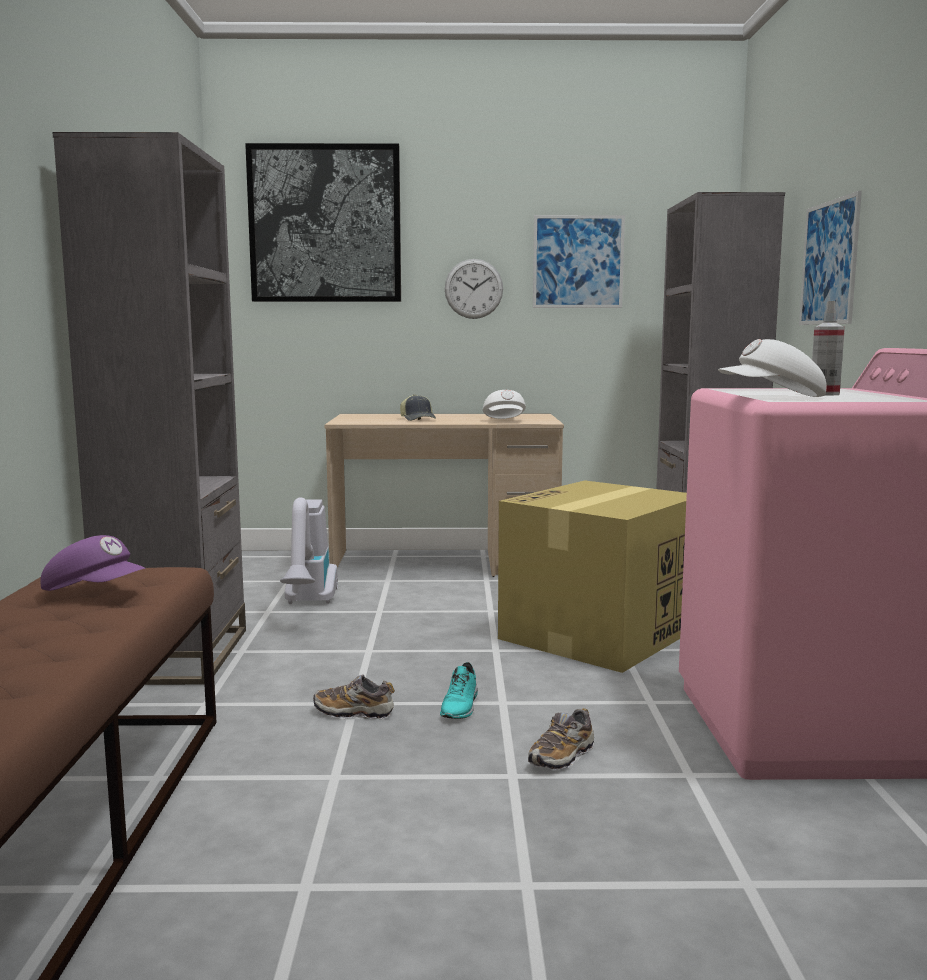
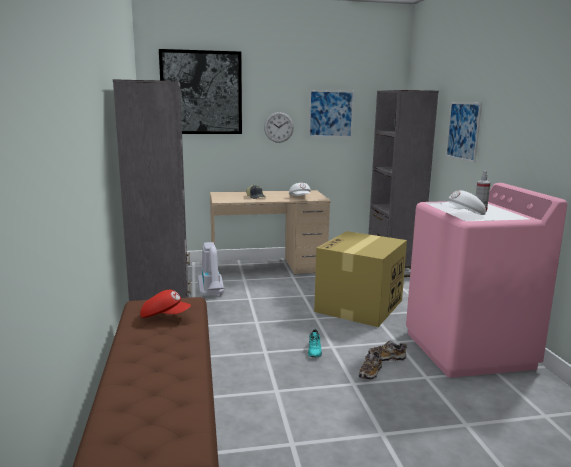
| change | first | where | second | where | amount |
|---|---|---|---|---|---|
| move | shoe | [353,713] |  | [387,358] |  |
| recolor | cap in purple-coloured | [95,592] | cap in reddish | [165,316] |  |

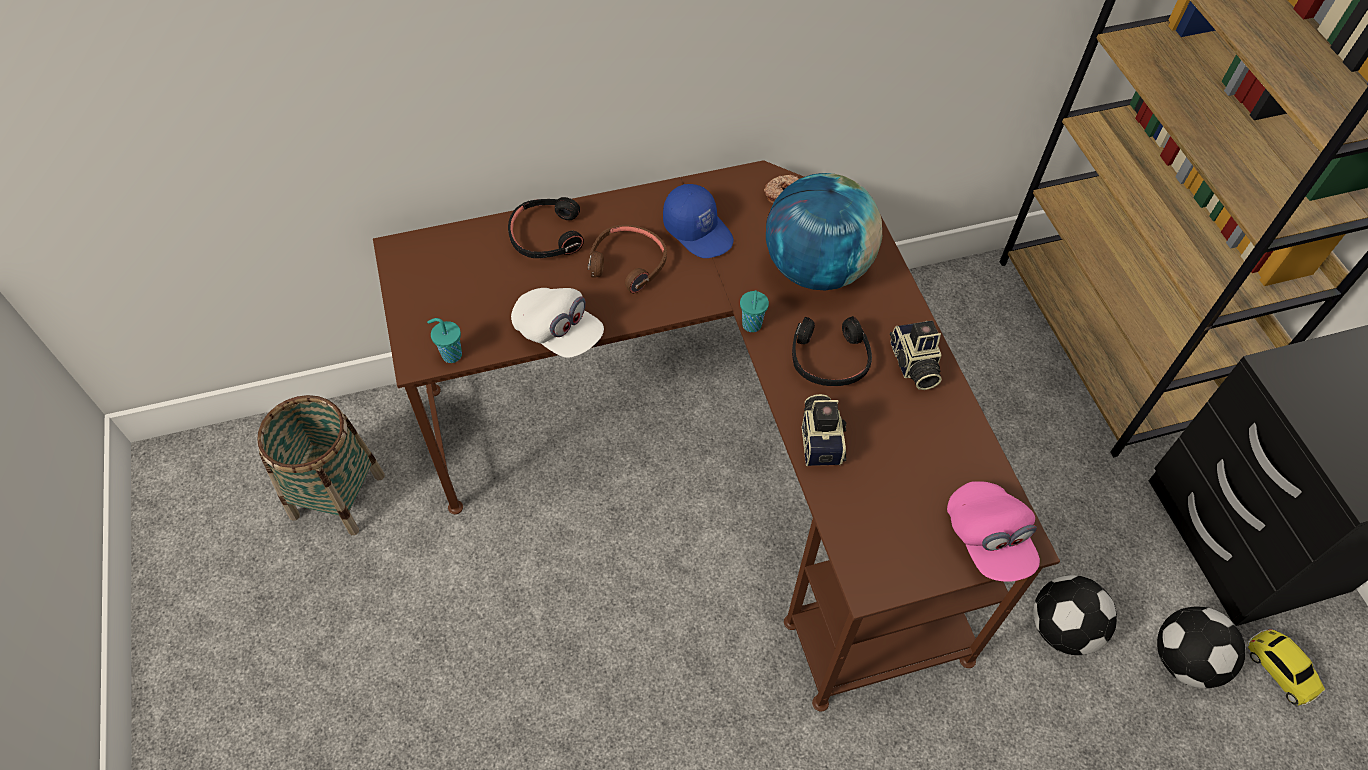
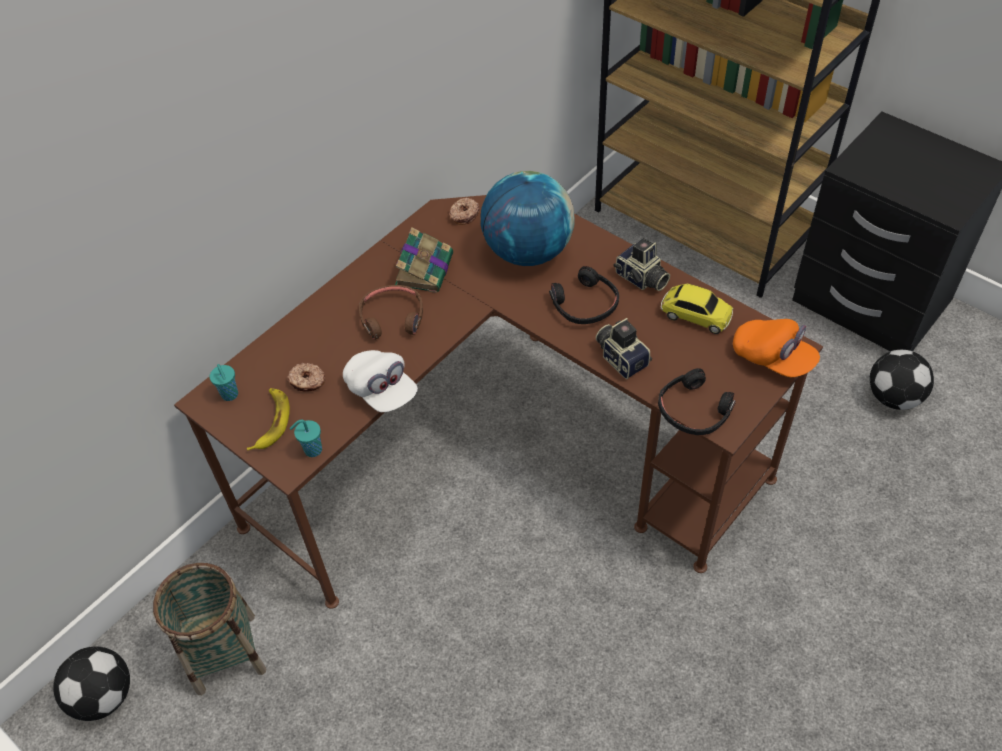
| change | first | where | second | where | amount |
|---|---|---|---|---|---|
| insert |  |  | banana fruit | [271,422] |  |
| insert |  |  | ring doughnut | [307,381] |  |
| move | headset in black-coloured | [546,236] |  | [694,410] |  |
| move | cup in blue-green | [751,326] |  | [230,395] |  |
| move | ball for football | [1061,628] |  | [103,697] |  |
| move | model car | [1279,670] |  | [695,315] |  |
| replace | cap in blue | [699,230] | volume | [425,269] |  |
| recolor | cap in pinkish | [988,540] | cap in orangey | [772,358] |  |
| rotate | cap in white | [558,333] |  | [382,391] | 45 degrees clockwise |

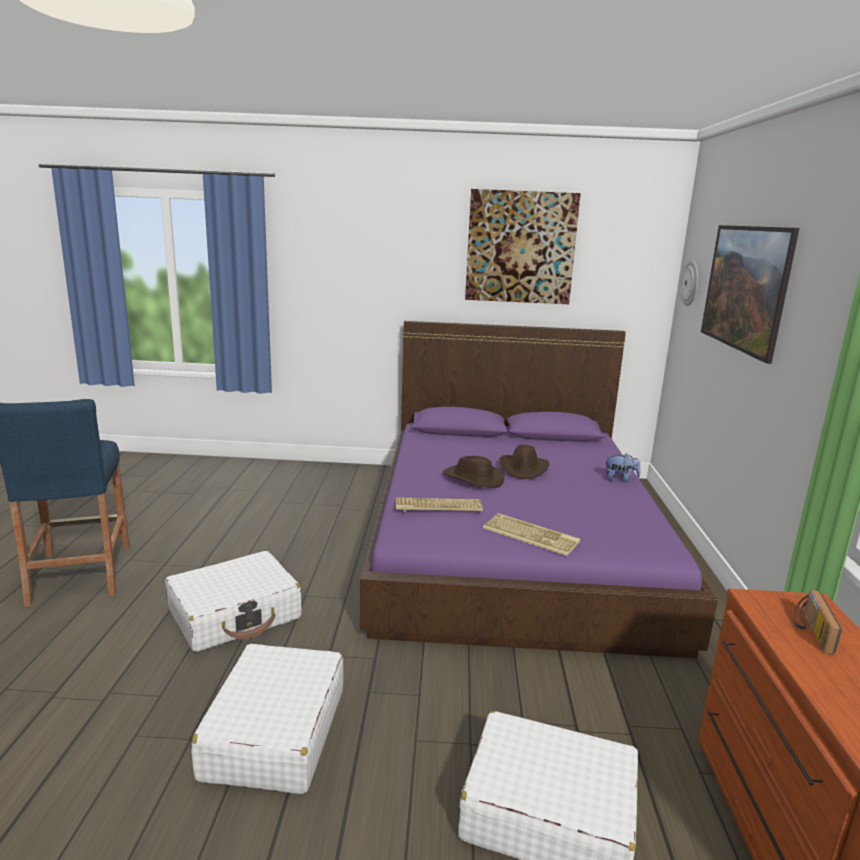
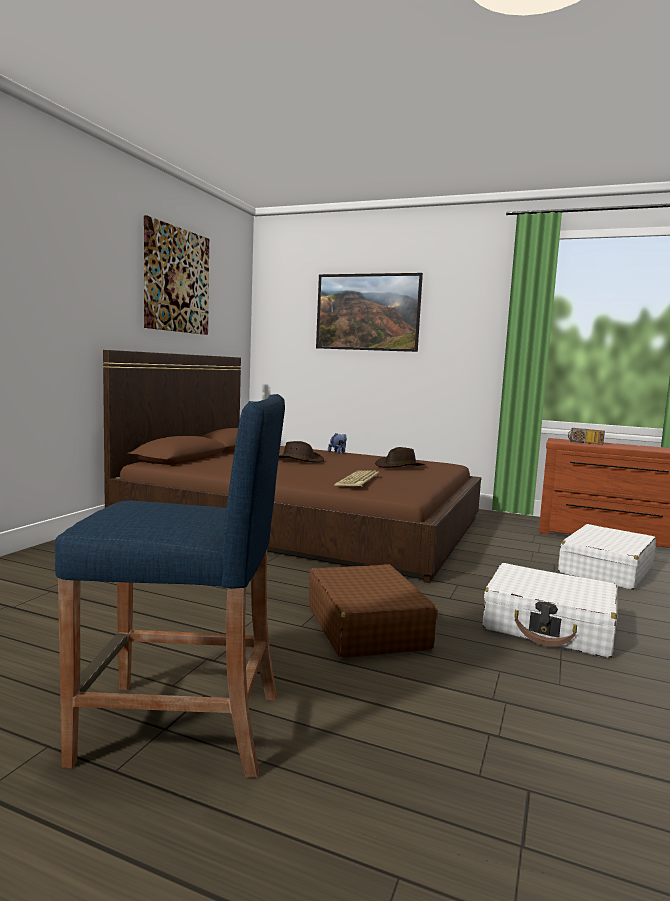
| change | first | where | second | where | amount |
|---|---|---|---|---|---|
| delete | computer keyboard | [532,535] |  |  |  |
| delete | clock on the wall | [691,283] |  |  |  |
| move | wearable hat in brownish | [473,479] |  | [399,466] |  |
| recolor | travel case in white | [235,615] | travel case in brownish | [367,627] |  |
| recolor | bed in purple-coloured | [513,538] | bed in brownish | [304,521] |  |

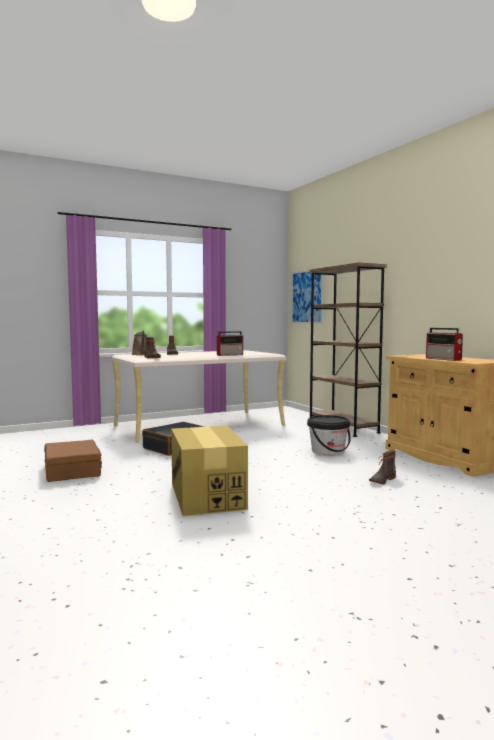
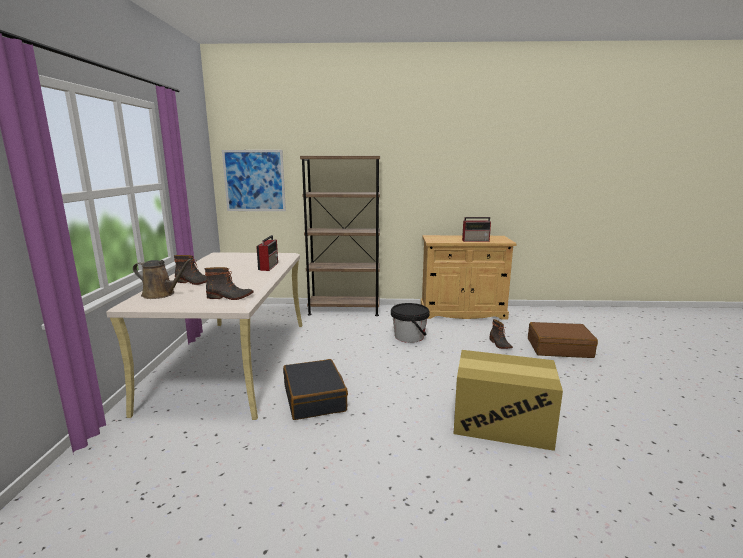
| change | first | where | second | where | amount |
|---|---|---|---|---|---|
| move | travel case in brownish | [73,470] |  | [559,348] |  |

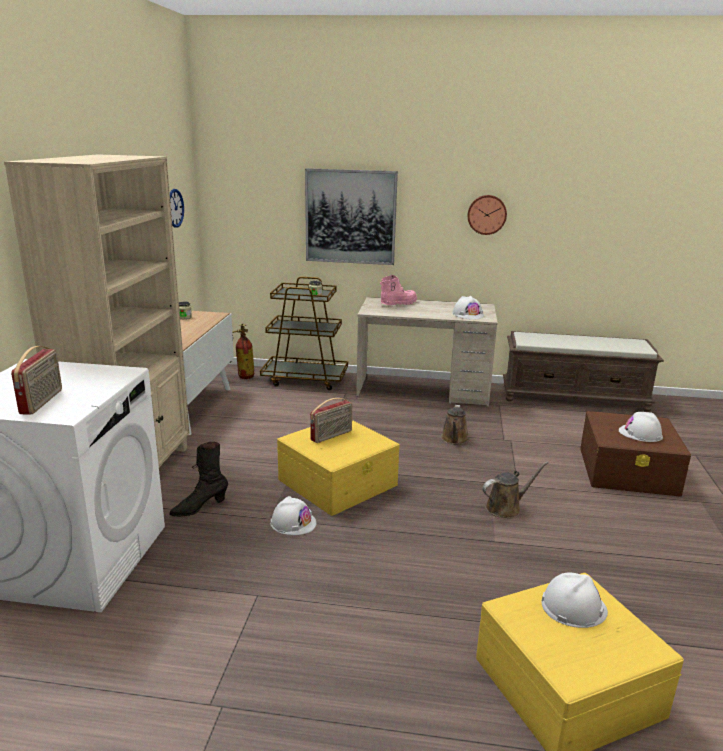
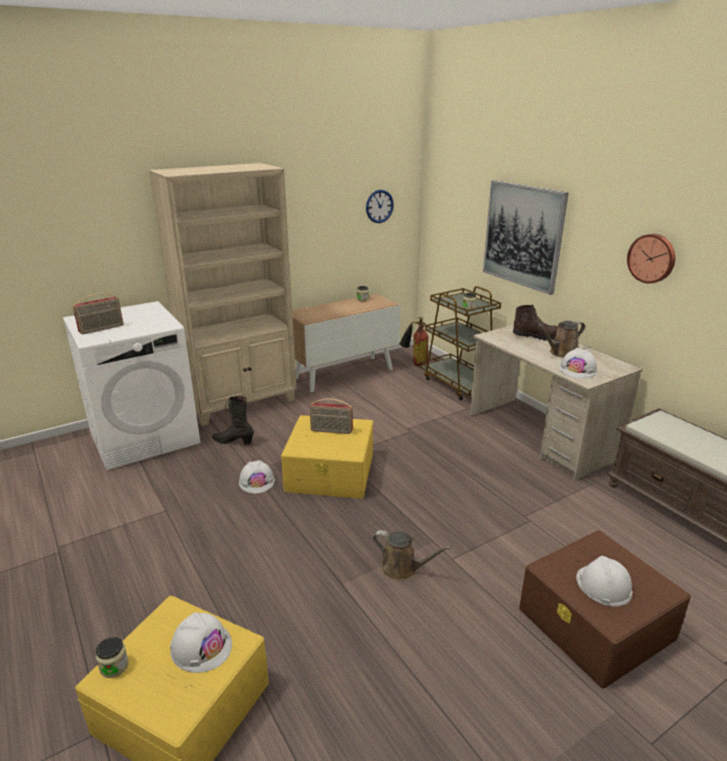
| change | first | where | second | where | amount |
|---|---|---|---|---|---|
| insert |  |  | storage jar | [114,666] |  |
| move | watering pot in brownish | [454,439] |  | [561,353] |  |
| recolor | tall boot in pinkish | [398,303] | tall boot in brownish | [536,336] |  |

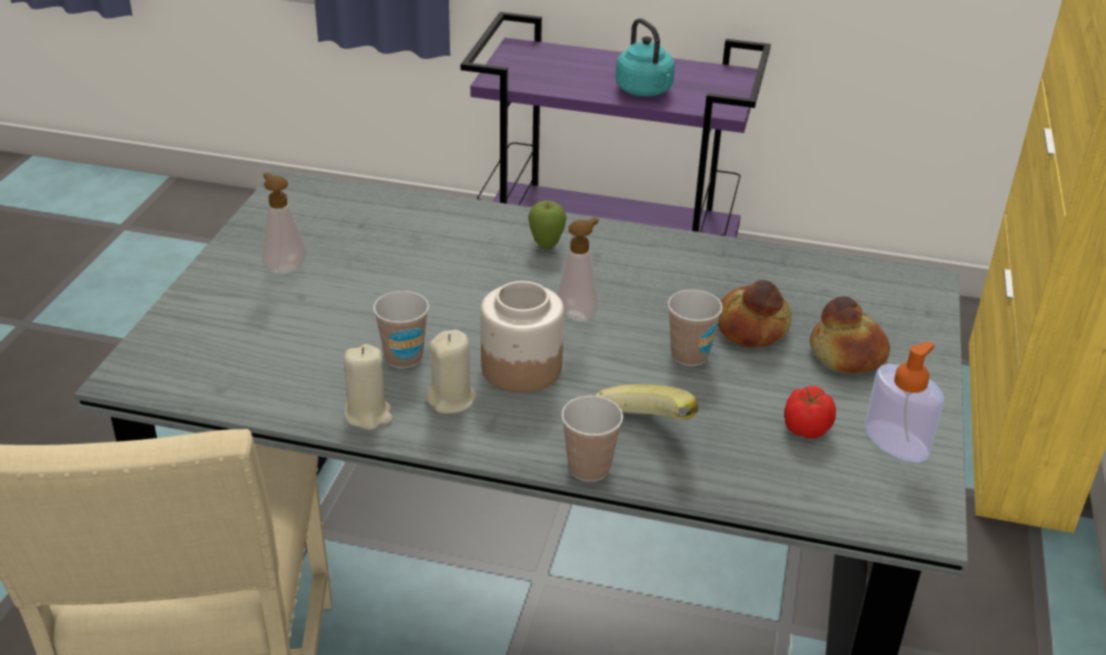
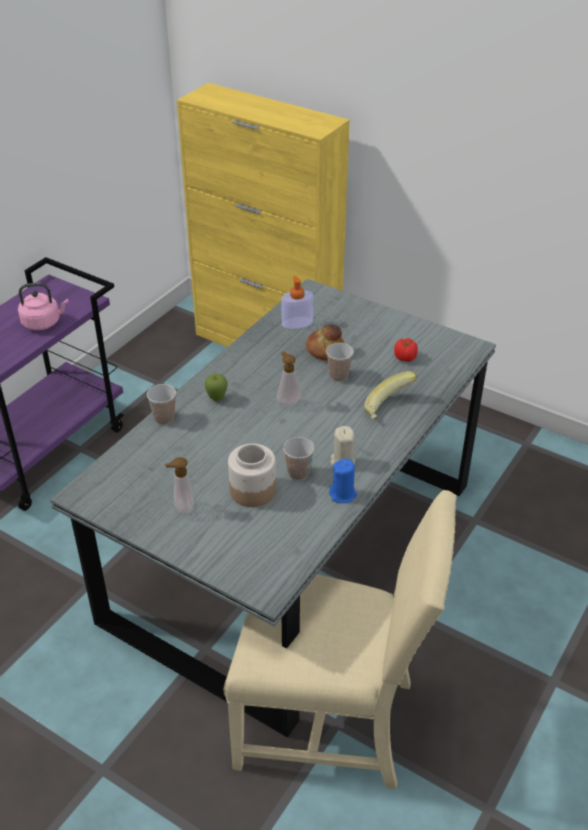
| change | first | where | second | where | amount |
|---|---|---|---|---|---|
| delete | baked bread | [846,355] |  |  |  |
| move | storage jar | [520,368] |  | [252,491] |  |
| move | cup | [589,468] |  | [164,418] |  |
| move | liquid soap bottle | [896,441] |  | [297,323] |  |
| recolor | candle in sand-coloured | [368,414] | candle in blue | [343,494] |  |
| recolor | water kettle in blue-green | [645,91] | water kettle in pinkish | [43,323] |  |

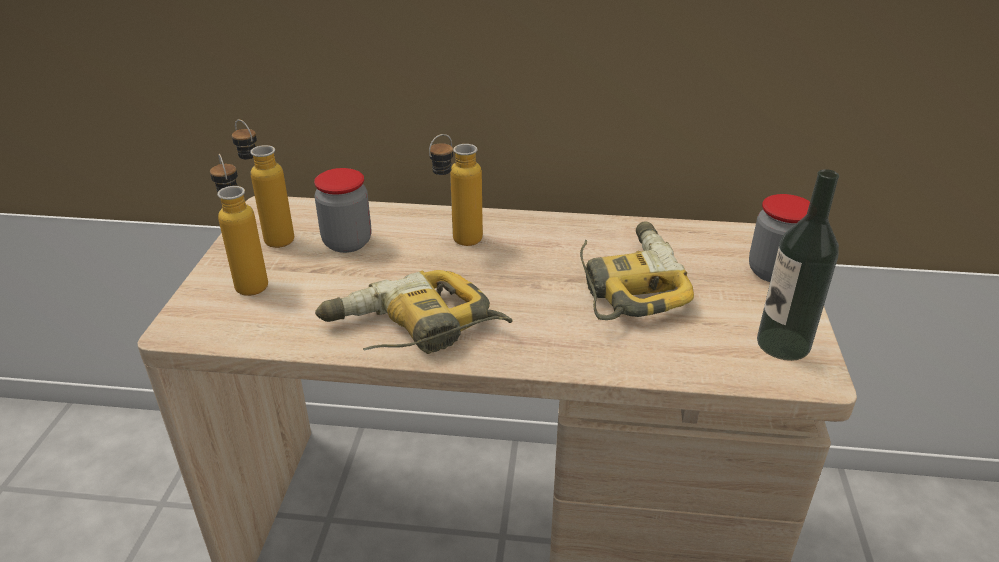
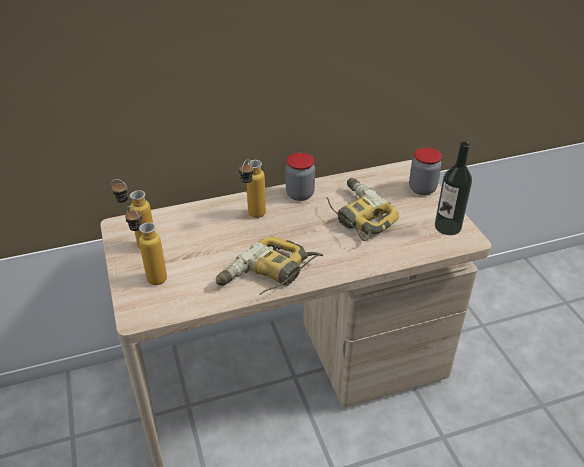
| change | first | where | second | where | amount |
|---|---|---|---|---|---|
| move | storage jar | [347,242] |  | [300,194] |  |

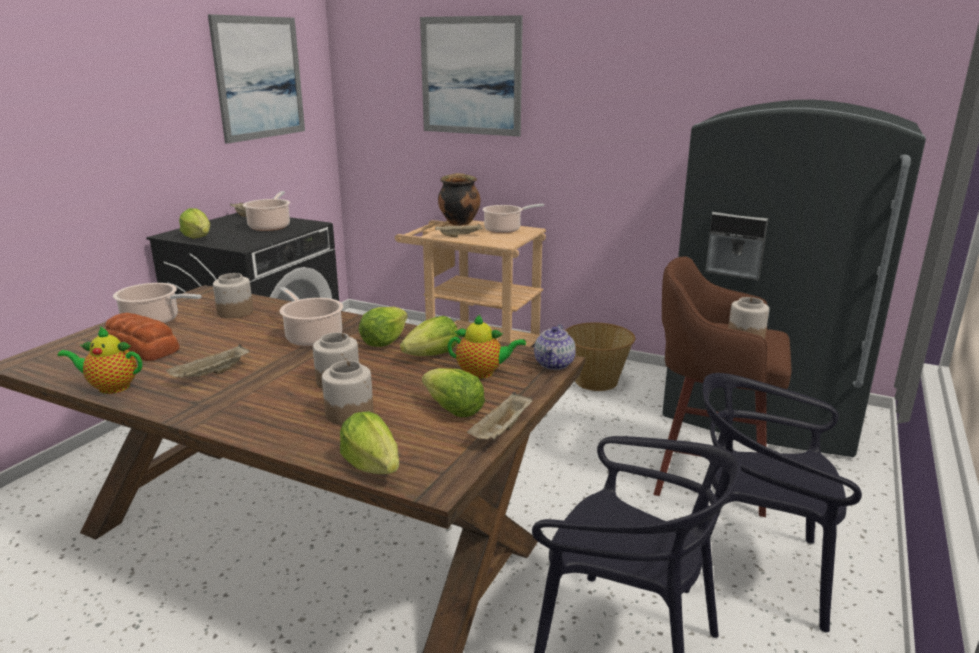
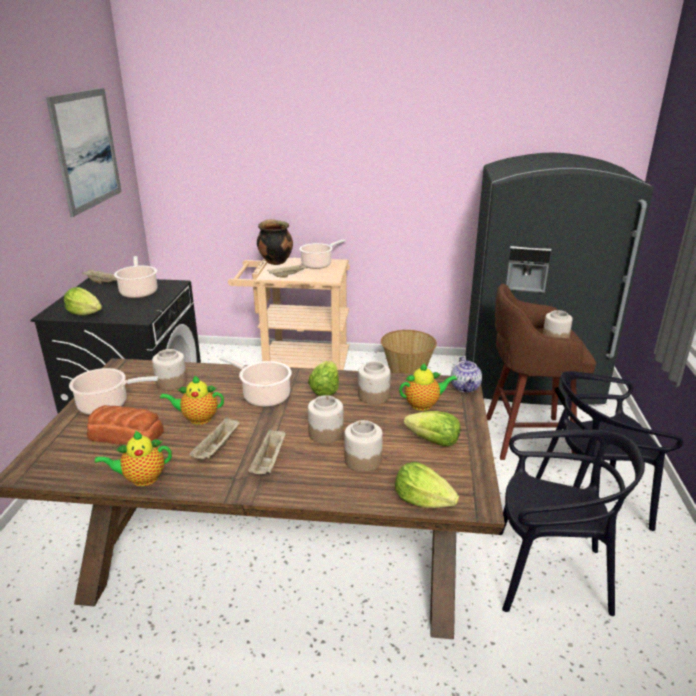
| change | first | where | second | where | amount |
|---|---|---|---|---|---|
| delete | wall picture | [471,76] |  |  |  |
| insert |  |  | pot for tea | [197,419] |  |
| move | tray in sand-coloured | [502,431] |  | [269,462] |  |
| replace | lettuce head | [433,355] | storage jar | [374,396] |  |

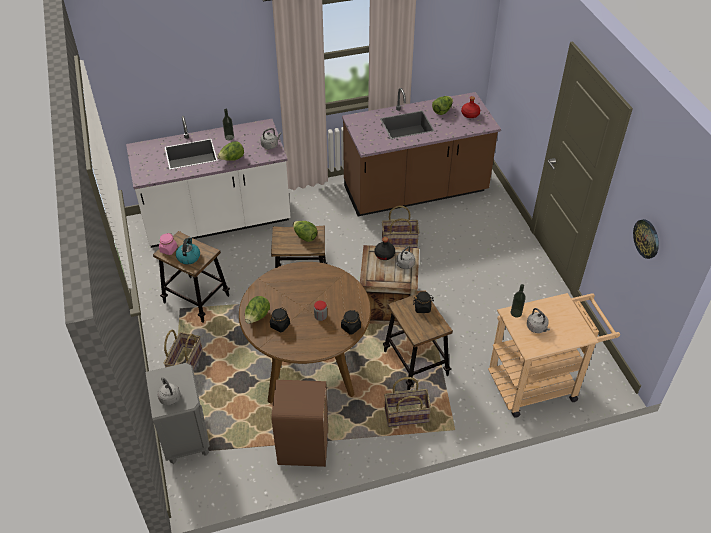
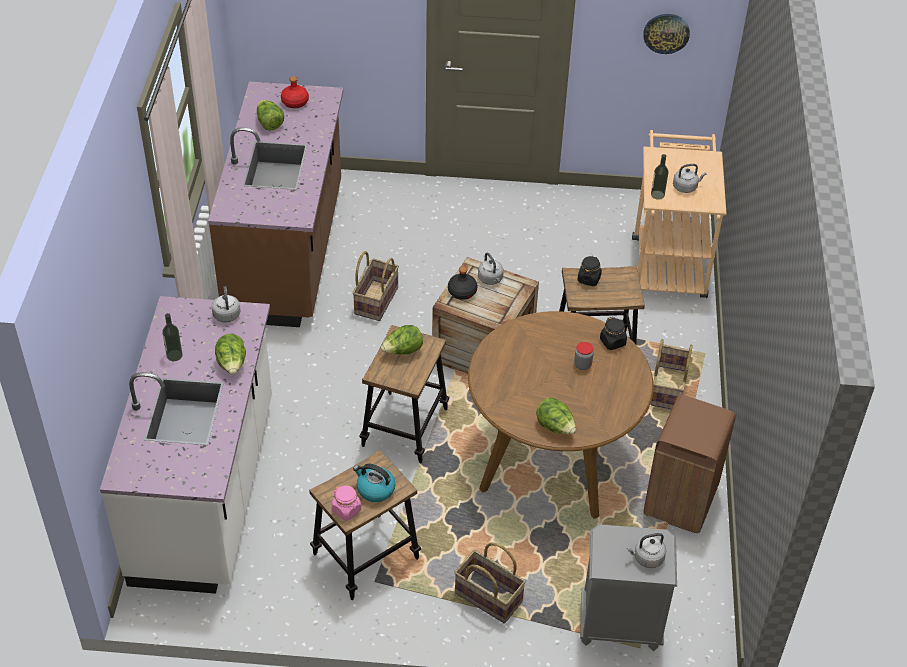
| change | first | where | second | where | amount |
|---|---|---|---|---|---|
| delete | storage jar in black-coloured | [280,325] |  |  |  |

